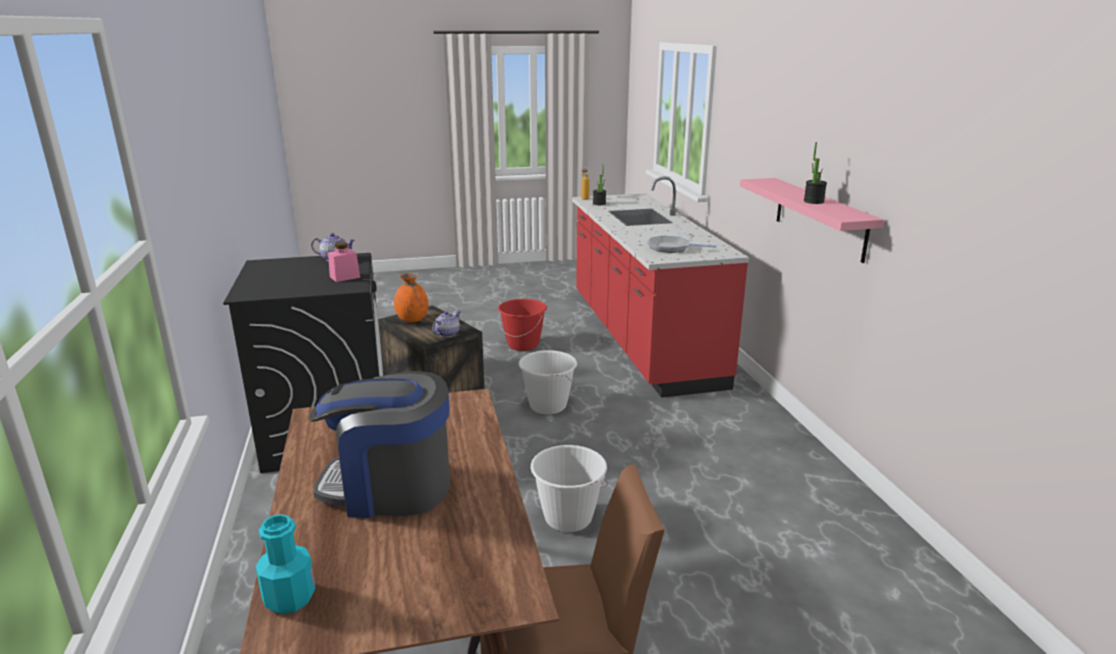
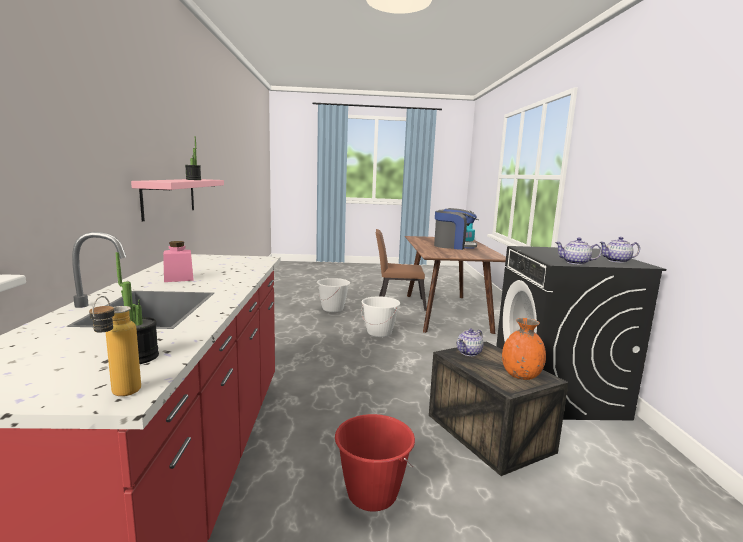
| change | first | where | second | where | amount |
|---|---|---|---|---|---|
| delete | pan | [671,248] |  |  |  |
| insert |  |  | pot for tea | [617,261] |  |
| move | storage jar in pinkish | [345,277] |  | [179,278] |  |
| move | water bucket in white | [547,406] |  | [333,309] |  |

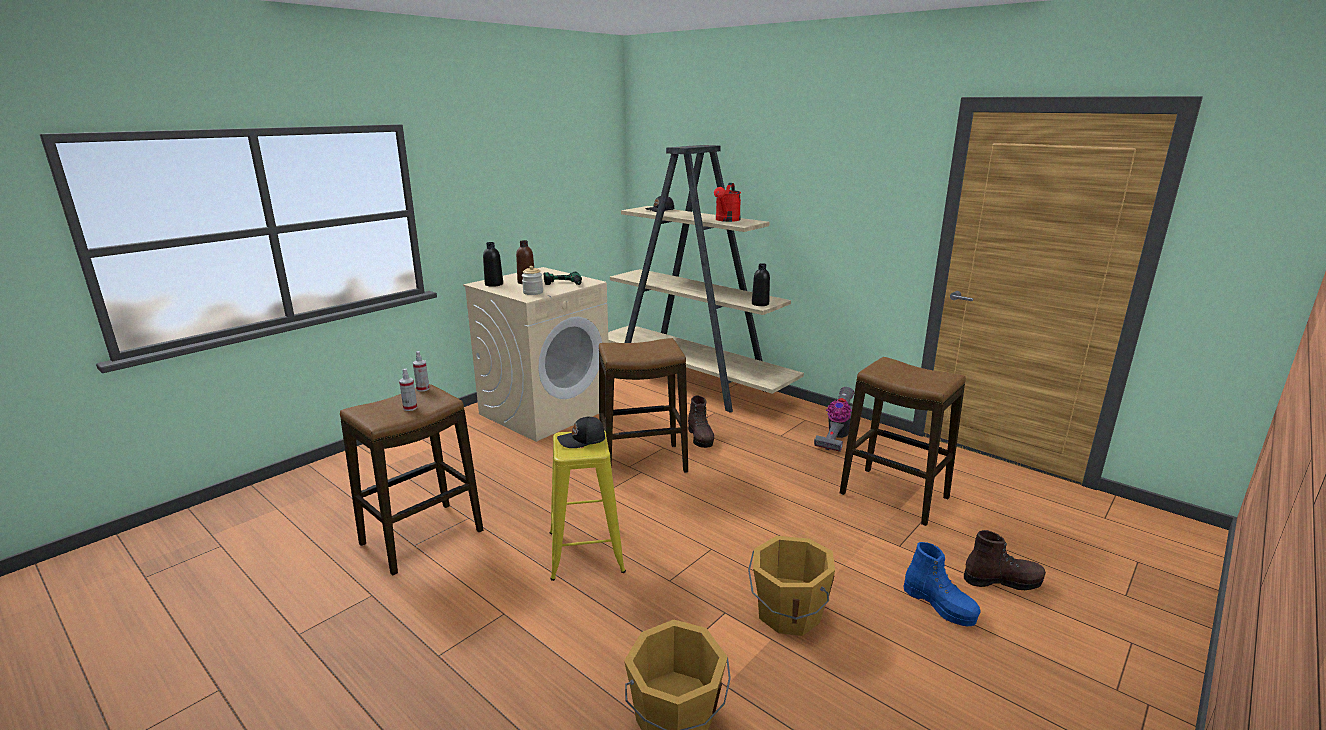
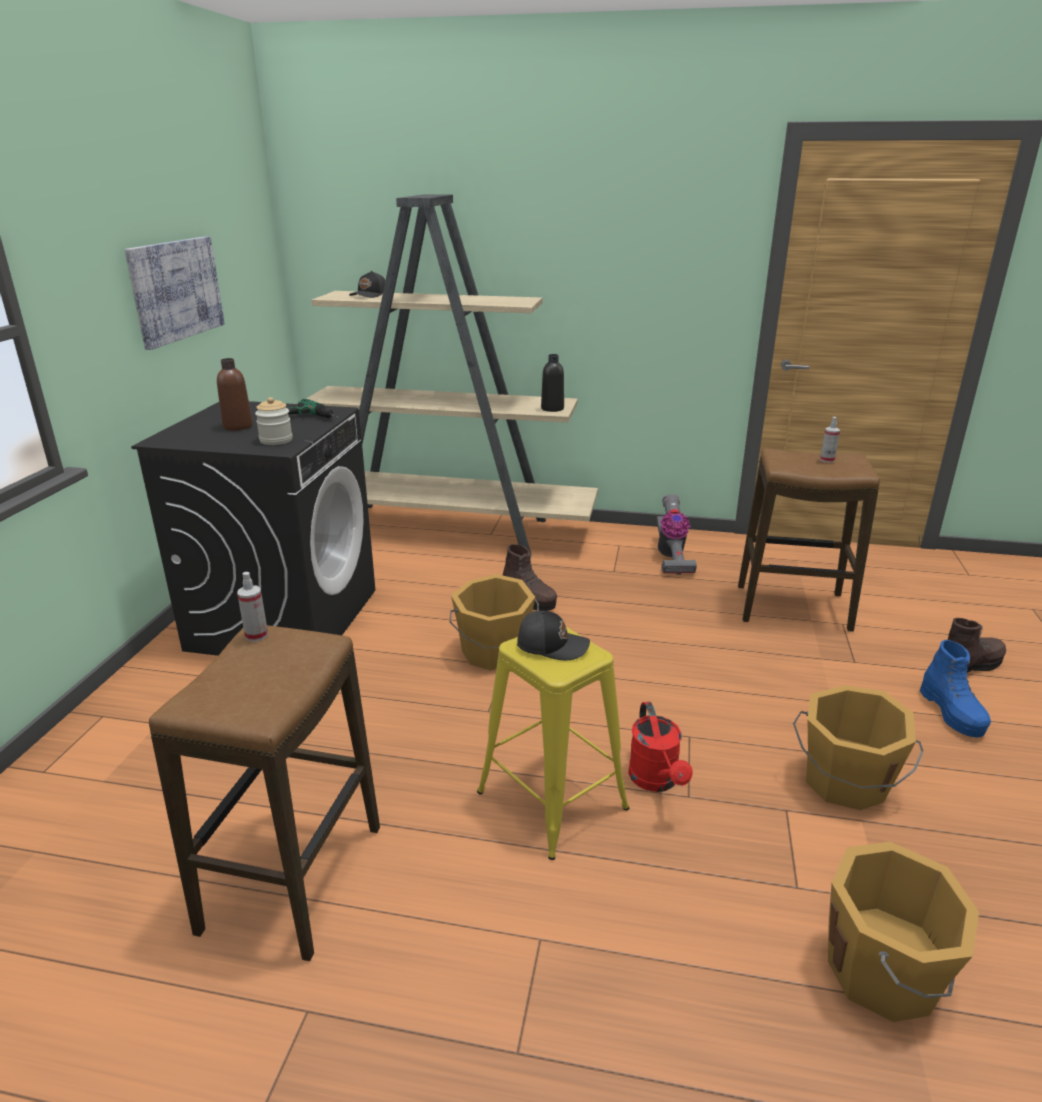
| change | first | where | second | where | amount |
|---|---|---|---|---|---|
| delete | drink bottle in black-coloured | [494,284] |  |  |  |
| insert |  |  | wall picture | [176,290] |  |
| move | spray bottle | [410,408] |  | [827,460] |  |
| move | watering pot in reddish | [726,220] |  | [657,781] |  |
| replace | stool | [642,462] | water bucket in orangey | [494,653] |  |
| recolor | laundry appliance in sand-coloured | [545,411] | laundry appliance in black-coloured | [284,618] |  |
| rotate | cap in black-coloured | [582,440] |  | [552,645] | 120 degrees counterclockwise |
| rotate | tall boot in blue | [940,605] |  | [952,713] | 60 degrees clockwise |

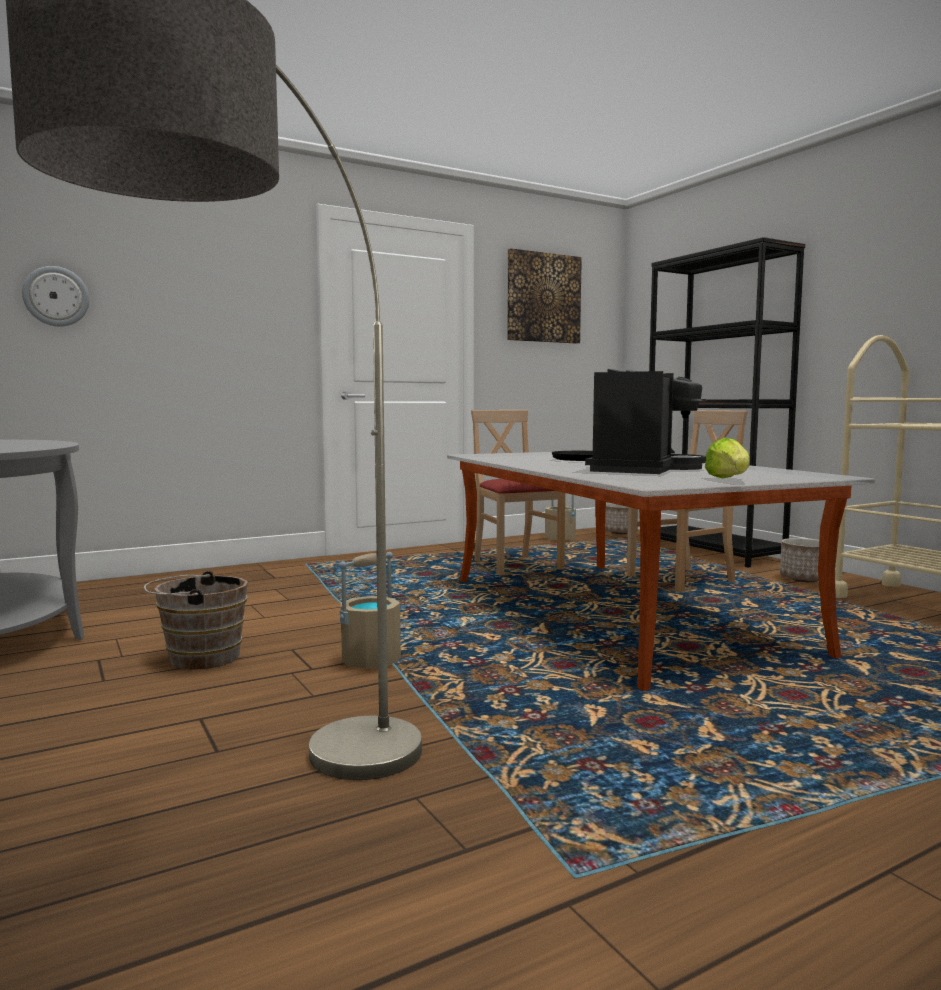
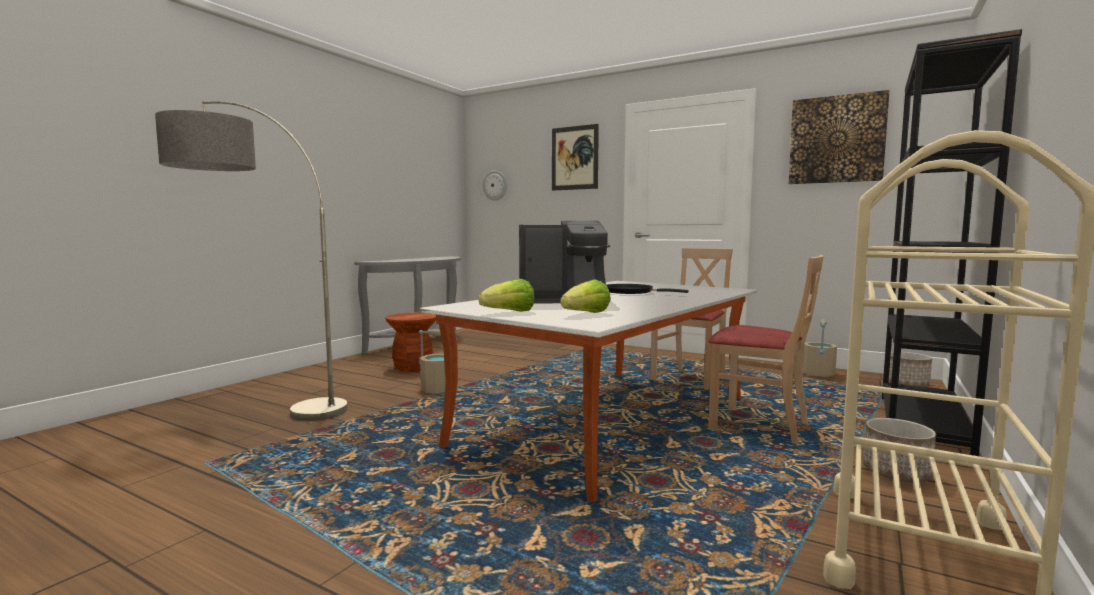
| change | first | where | second | where | amount |
|---|---|---|---|---|---|
| insert |  |  | wall picture | [574,158] |  |
| insert |  |  | lettuce head | [586,314] |  |
| replace | water bucket in brownish | [198,658] | stool in brownish | [413,367] |  |

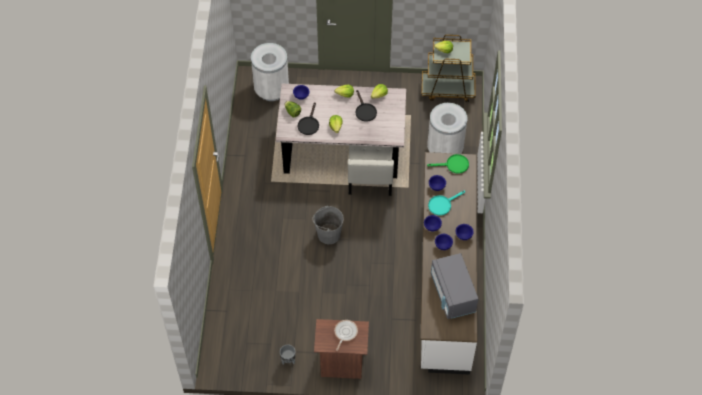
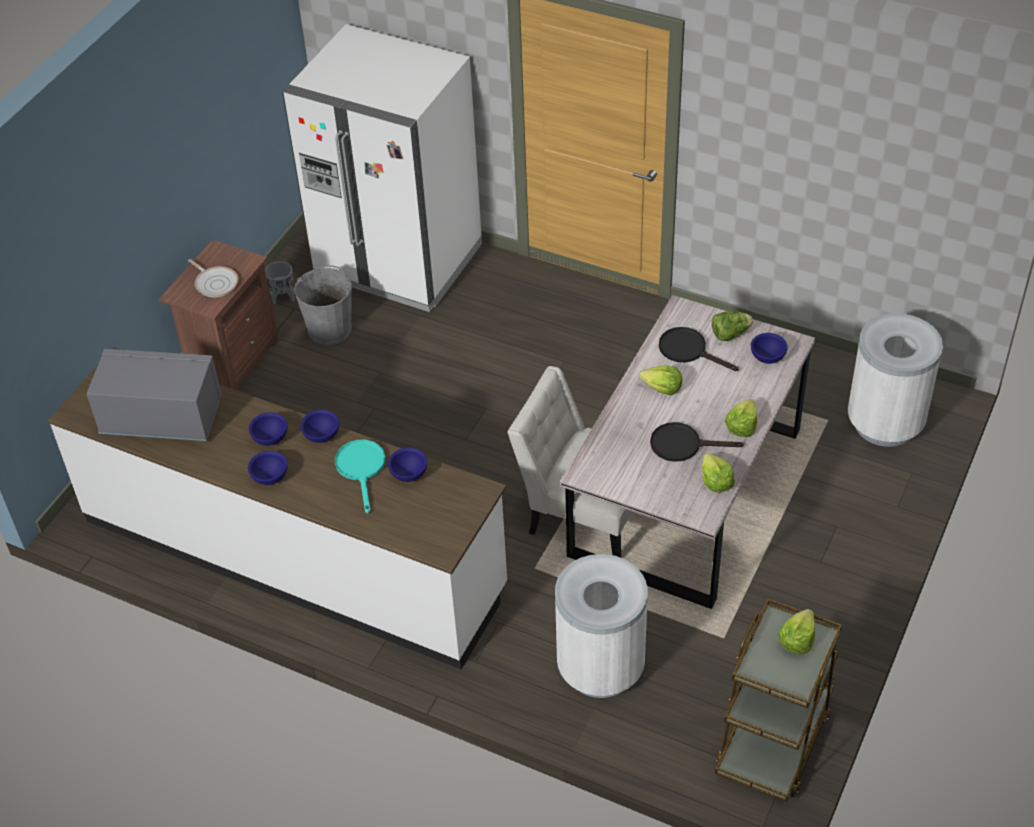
| change | first | where | second | where | amount |
|---|---|---|---|---|---|
| delete | pan in greenish | [454,165] |  |  |  |
| insert |  |  | kitchen fridge in white | [398,261] |  |
| move | water bucket in gray | [328,234] |  | [330,329] |  |

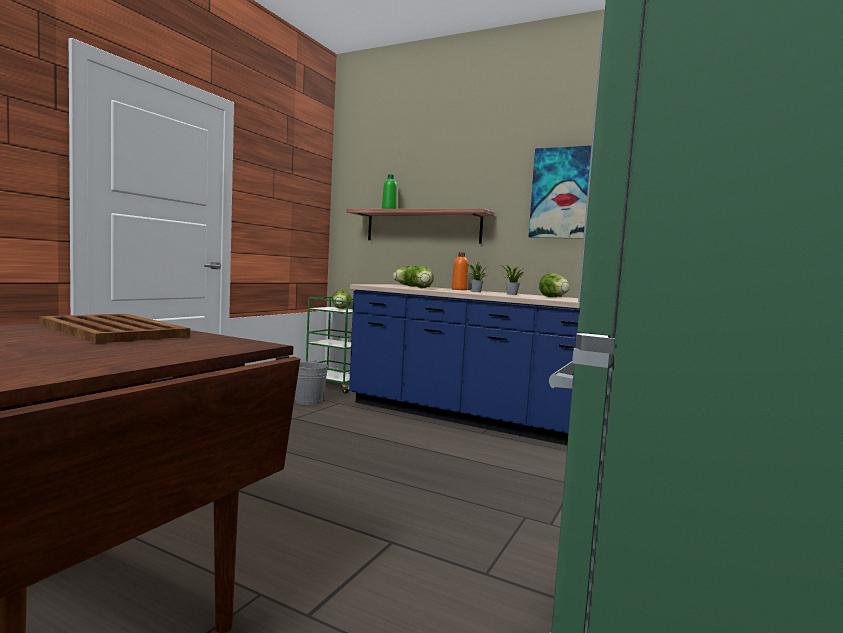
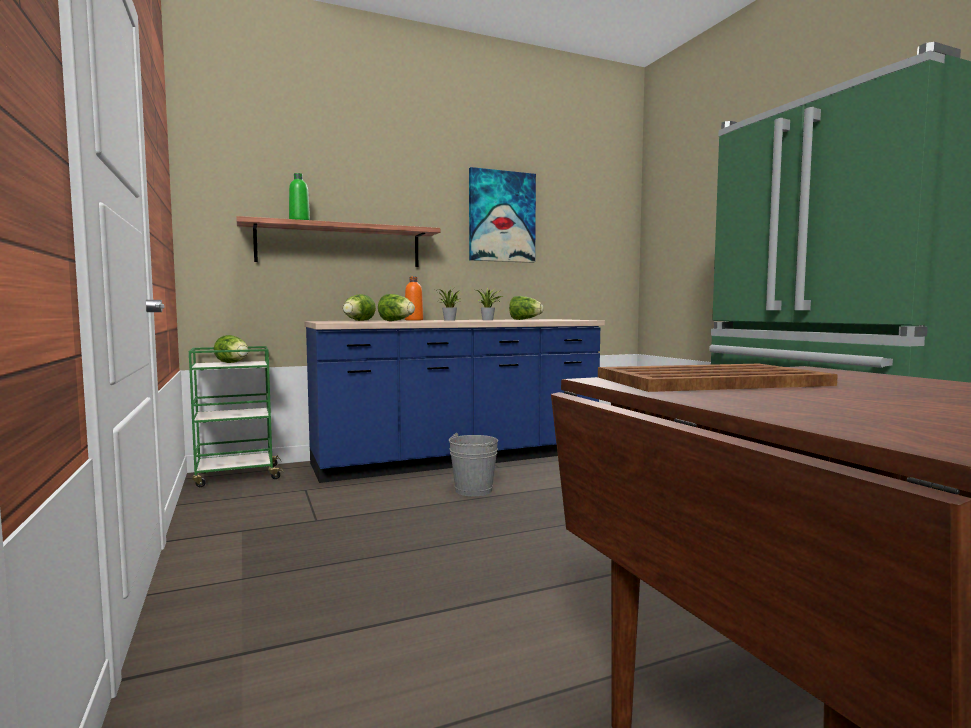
| change | first | where | second | where | amount |
|---|---|---|---|---|---|
| move | water bucket in gray | [308,401] |  | [473,490] |  |

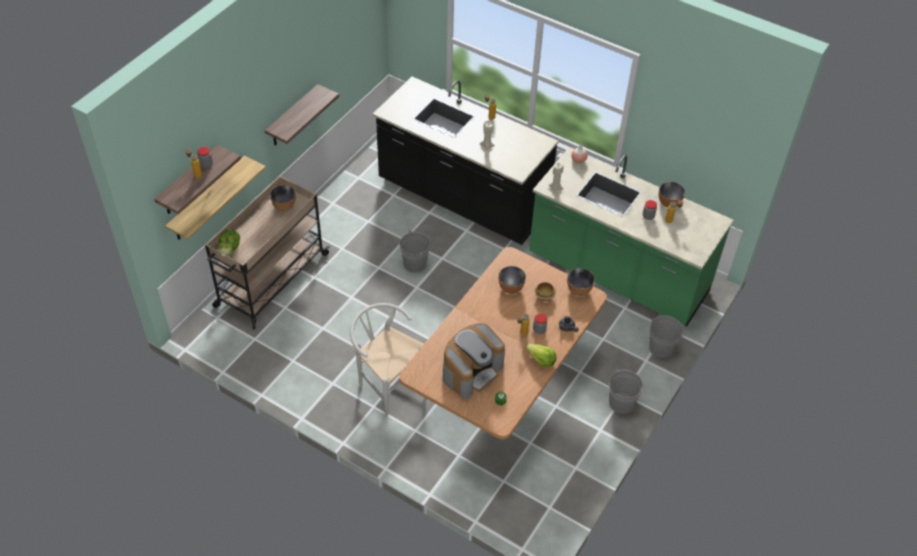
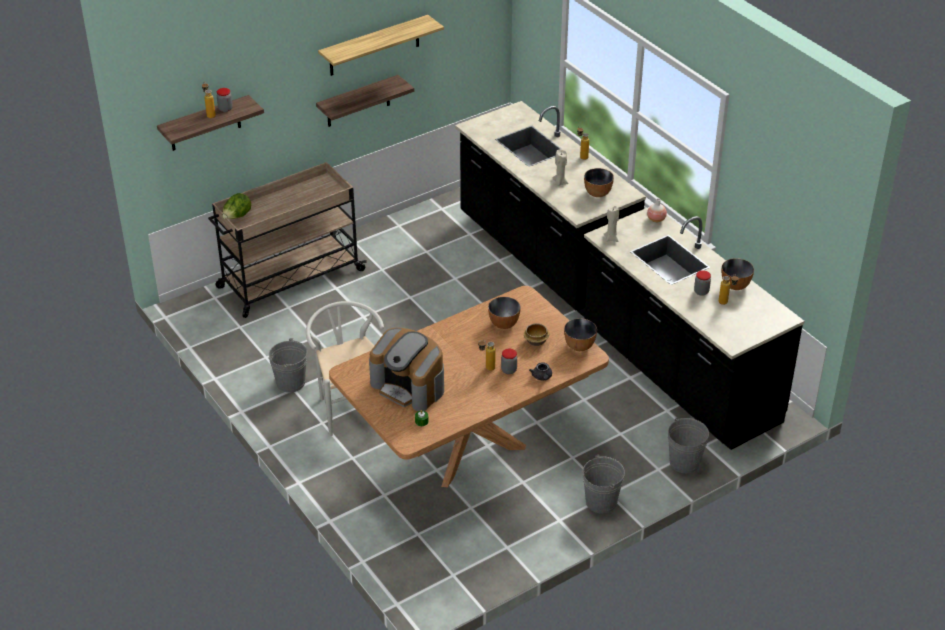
| change | first | where | second | where | amount |
|---|---|---|---|---|---|
| delete | lettuce head | [541,361] |  |  |  |
| move | wall shelf | [208,200] |  | [374,46] |  |
| move | serving bowl | [284,206] |  | [597,193] |  |
| move | water bucket in gray | [415,264] |  | [290,383] |  |
| recolor | kitchen counter in greenish | [617,275] | kitchen counter in black-coloured | [678,376] |  |
| rotate | coffee machine | [472,371] |  | [409,386] | 60 degrees clockwise |

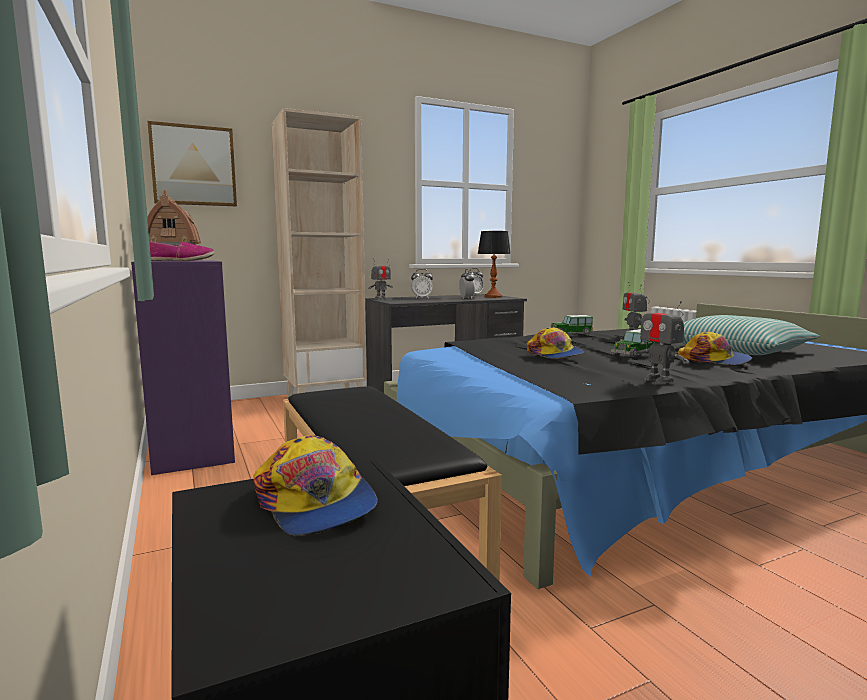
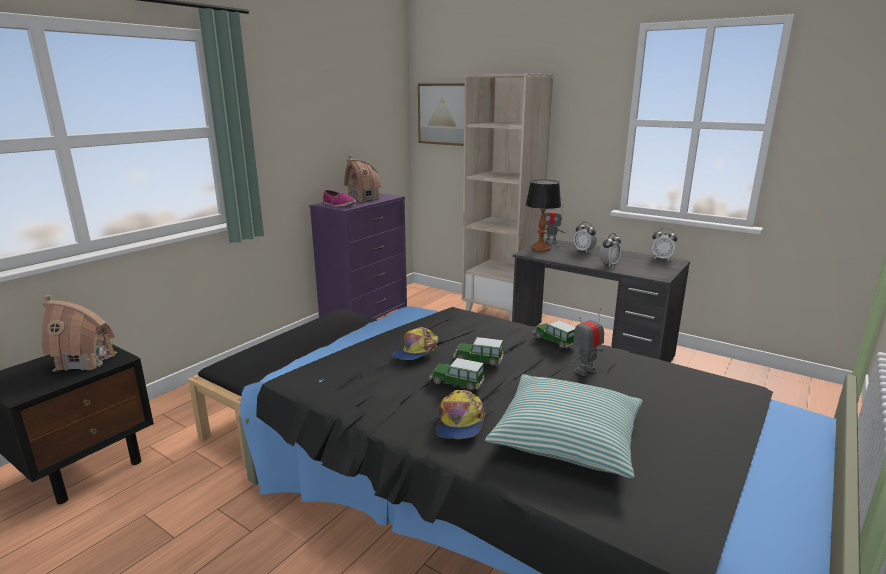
| change | first | where | second | where | amount |
|---|---|---|---|---|---|
| delete | robot figure | [658,380] |  |  |  |
| insert |  |  | model car | [478,359] |  |
| move | tabletop lamp | [493,296] |  | [540,249] |  |
| replace | cap | [315,503] | model house | [85,361] |  |

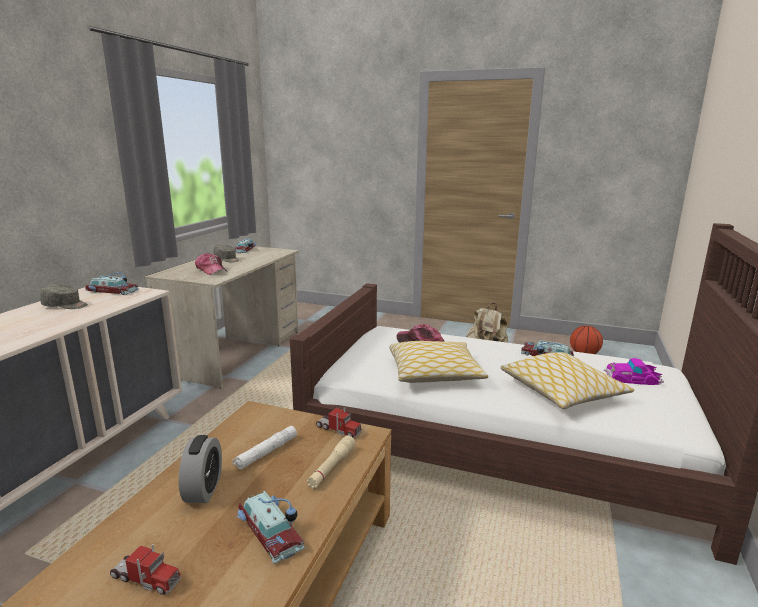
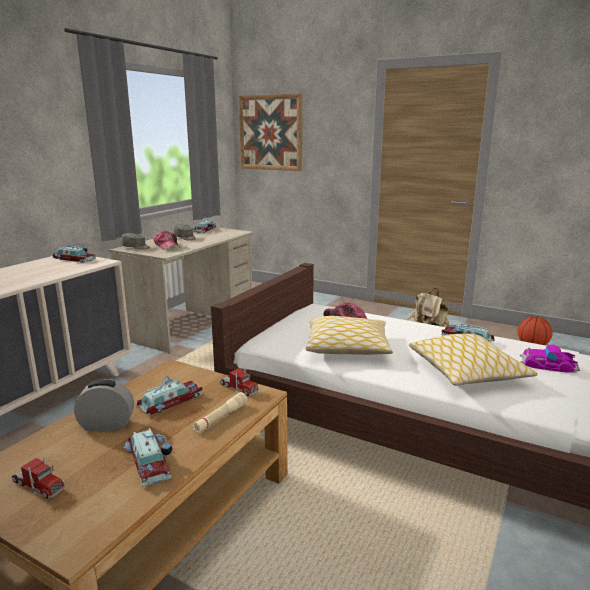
| change | first | where | second | where | amount |
|---|---|---|---|---|---|
| insert |  |  | wall picture | [270,132] |  |
| move | cap in gray | [65,306] |  | [136,247] |  |
| replace | hand torch in white | [266,453] | model car | [169,401] |  |
| rotate | table clock | [203,489] |  | [107,425] | 105 degrees counterclockwise |

